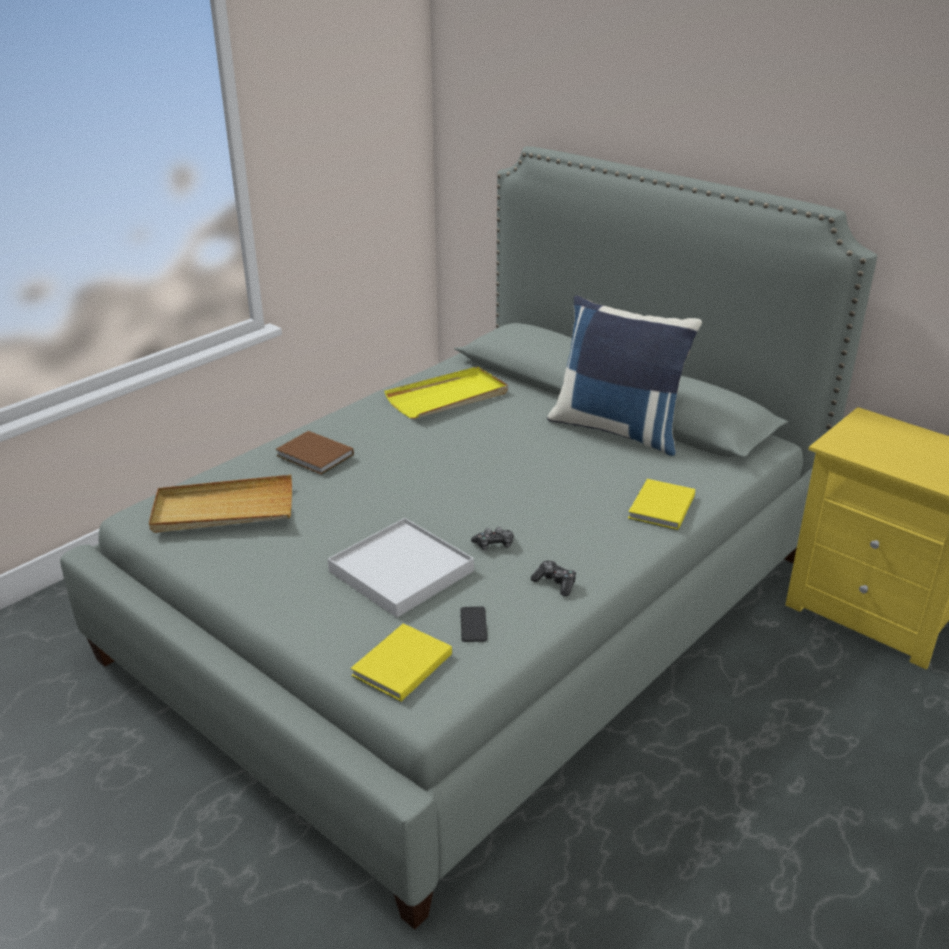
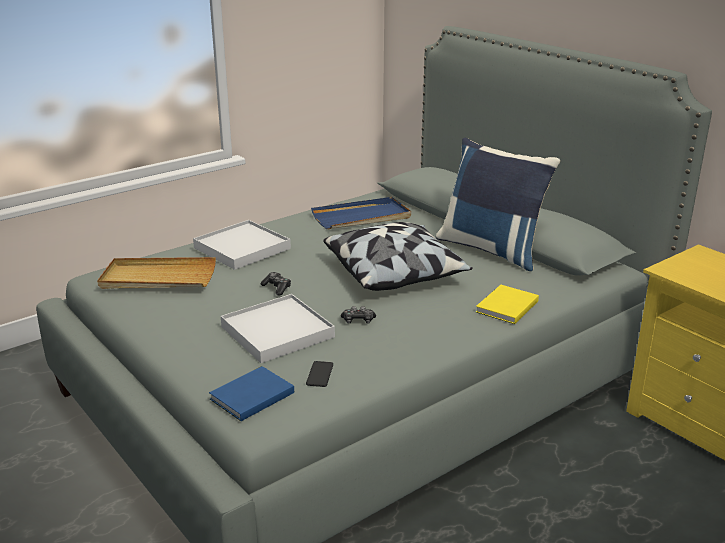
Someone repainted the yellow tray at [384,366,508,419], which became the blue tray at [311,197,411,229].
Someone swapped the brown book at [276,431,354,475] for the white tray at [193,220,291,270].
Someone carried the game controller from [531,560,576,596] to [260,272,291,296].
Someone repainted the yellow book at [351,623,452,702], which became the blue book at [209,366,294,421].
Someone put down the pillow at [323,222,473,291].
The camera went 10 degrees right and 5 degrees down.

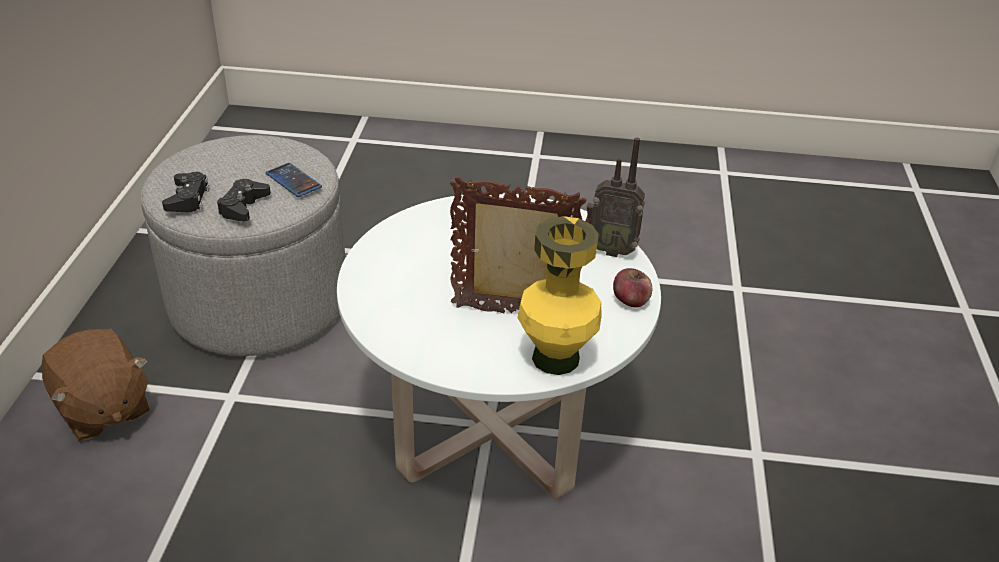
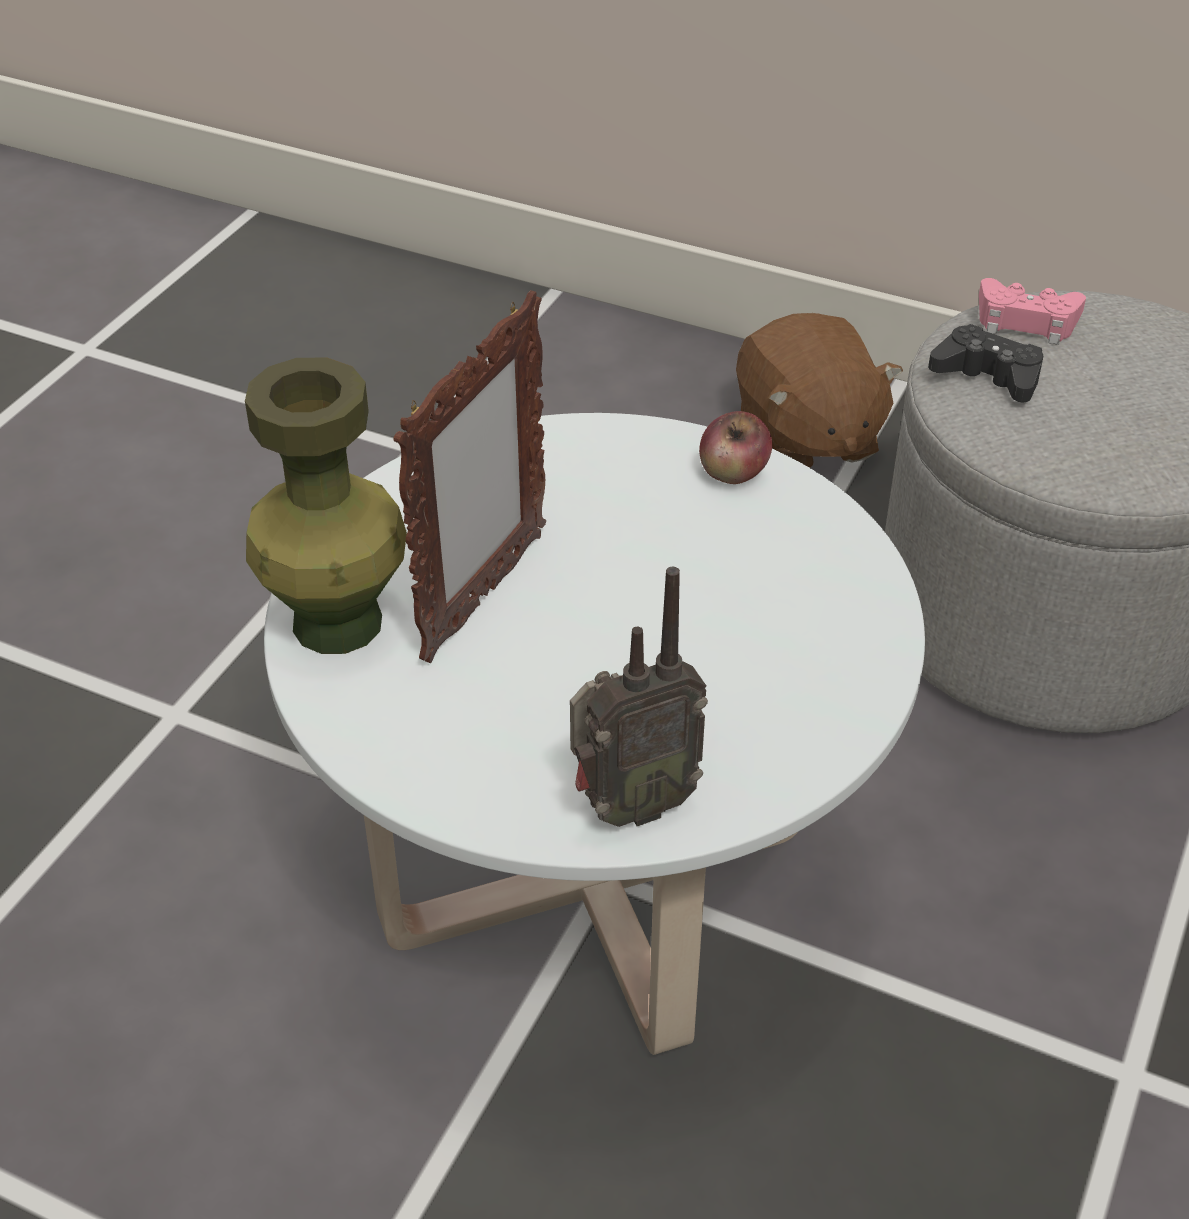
Someone rotated the radio at [585,137,645,257] by 150 degrees counterclockwise.
Someone took away the phone at [266,163,322,197].
Someone repainted the black game controller at [162,172,210,212], which became the pink game controller at [979,278,1086,345].
Someone repainted the yellow vase at [517,216,602,375], which became the green vase at [245,358,407,654].
Someone carried the apple from [613,268,652,308] to [699,411,772,484].
Someone rotated the brown plush toy at [42,329,150,441] by 90 degrees counterclockwise.
The camera went 110 degrees right and 5 degrees up.

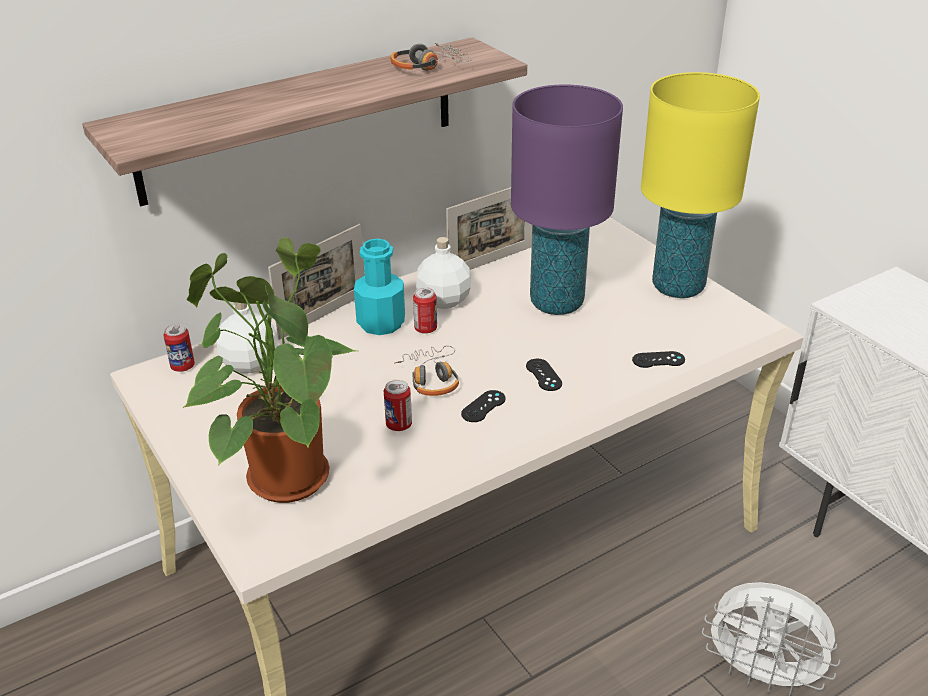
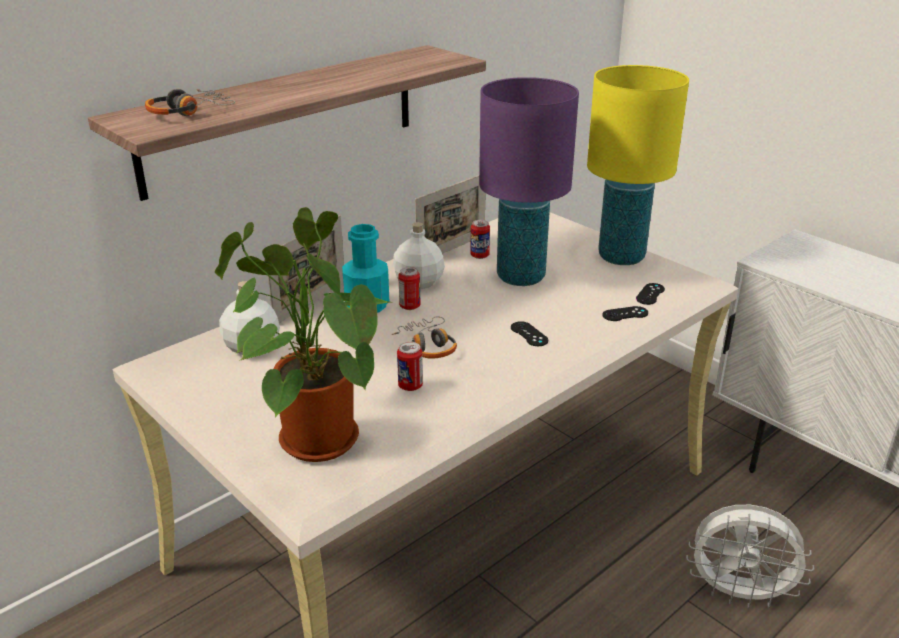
Someone carried the headphones from [390,43,472,71] to [145,89,235,116].
Someone carried the can from [163,324,195,372] to [470,220,490,259].
Someone carried the black game controller from [461,390,506,422] to [636,283,665,305].
The camera went 10 degrees left and 5 degrees down.

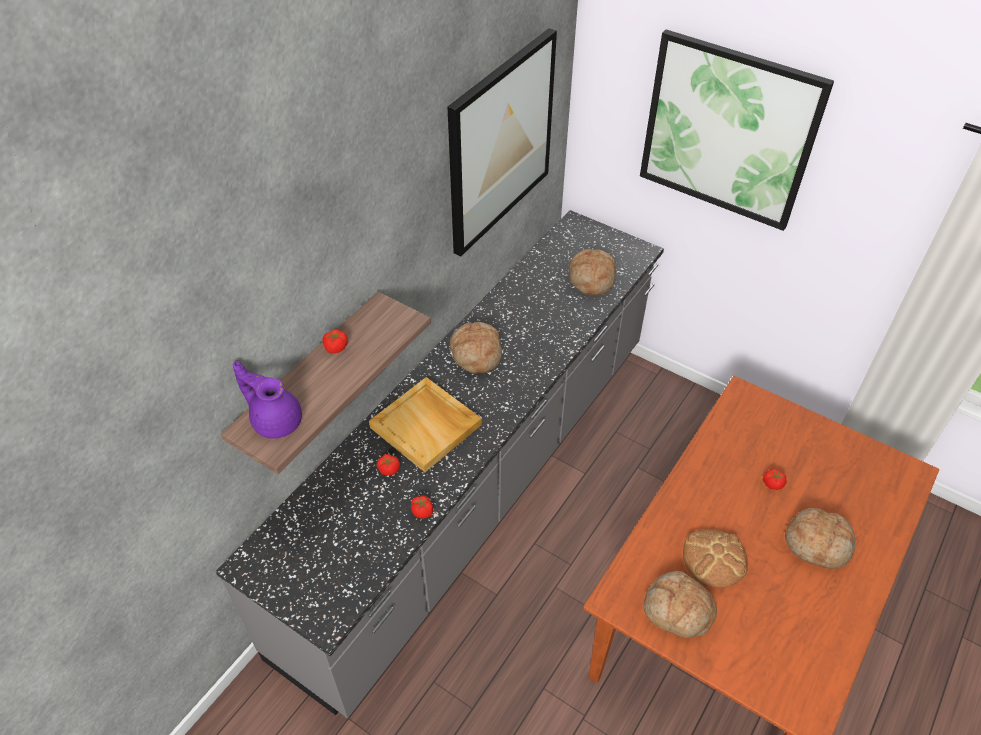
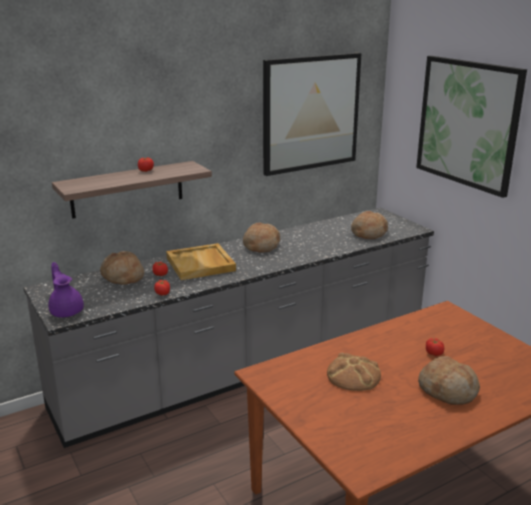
Someone carried the purple teapot from [233,361,302,439] to [48,262,84,317].
Someone carried the bread from [644,571,717,638] to [100,251,144,285].
The camera went 25 degrees right and 25 degrees down.

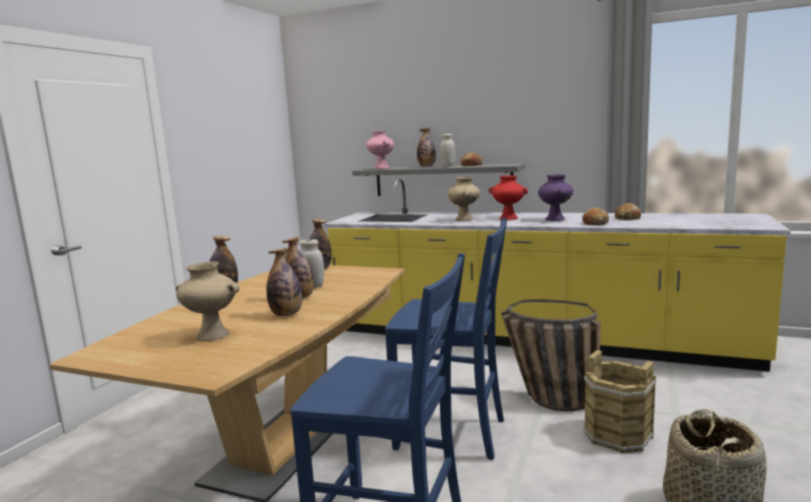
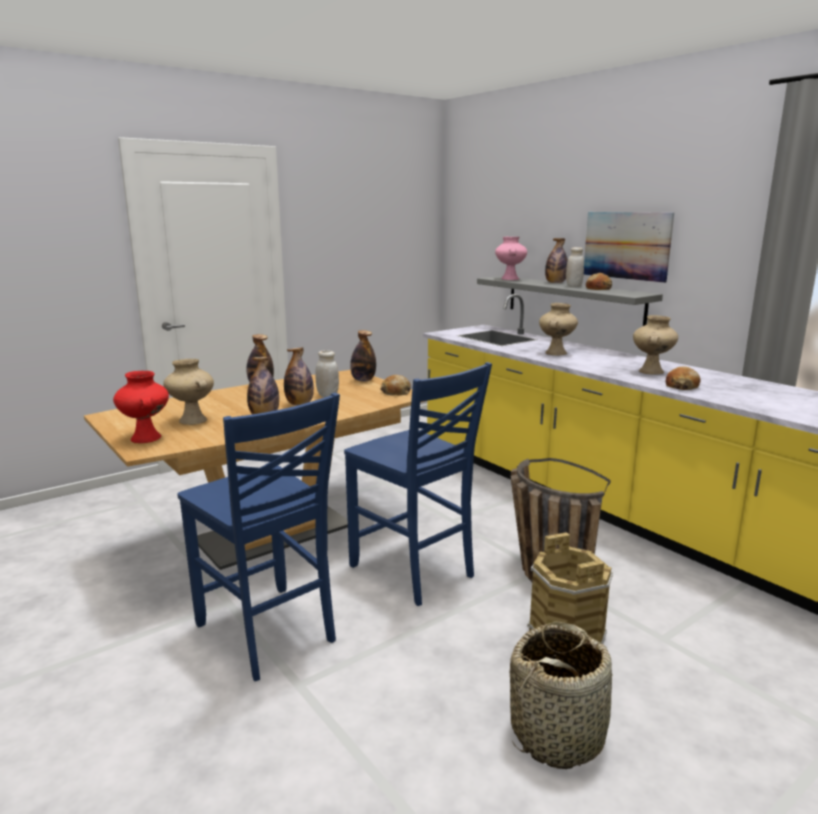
Someone repainted the purple vase at [538,174,573,221], which became the beige vase at [633,315,678,375].
Someone carried the red vase from [488,175,528,220] to [113,371,169,443].
Someone carried the bread from [615,203,641,220] to [380,375,411,395].
Someone put up the picture at [584,212,674,283].
The camera went 30 degrees right and 5 degrees up.

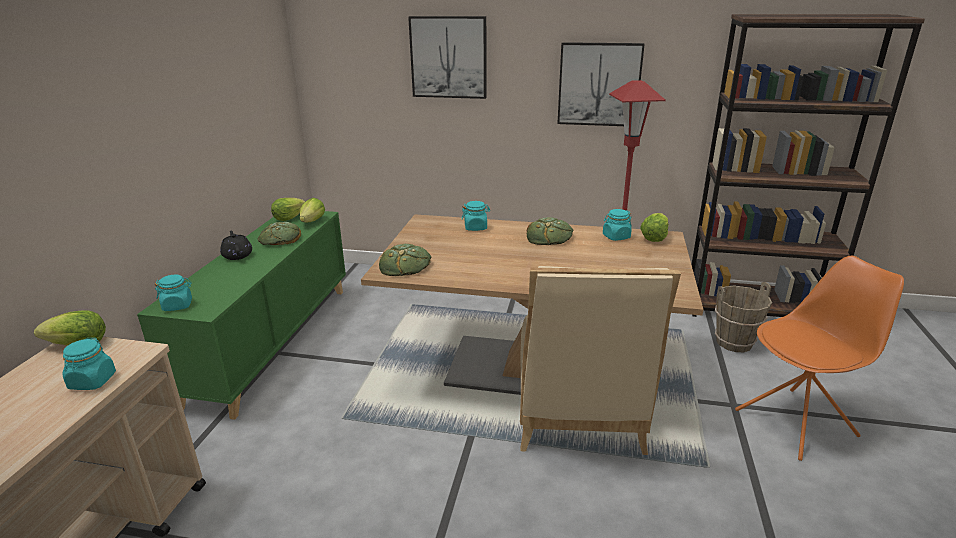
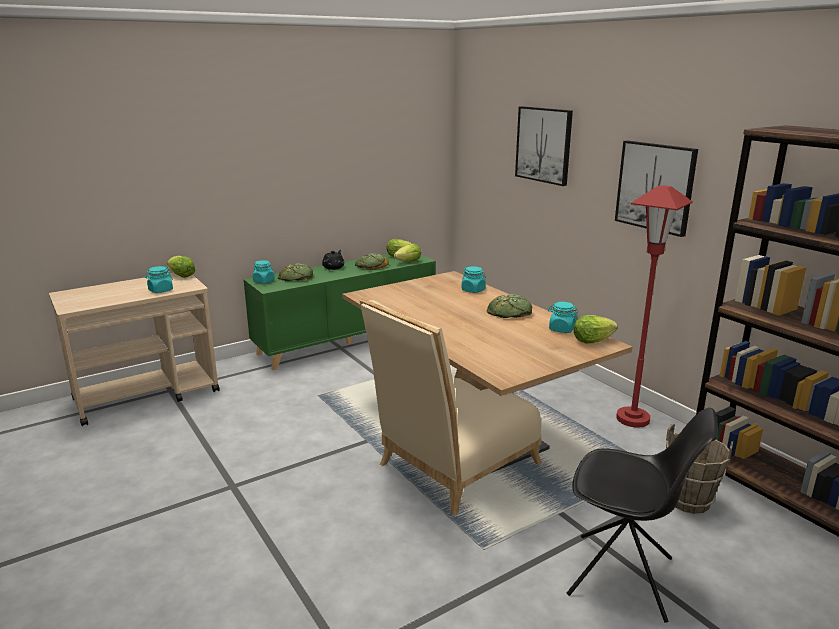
Someone carried the bread from [379,244,432,276] to [278,263,313,281].
Someone repainted the orange chair at [735,256,904,461], which became the black chair at [567,408,718,623].
The camera went 45 degrees right and 5 degrees down.

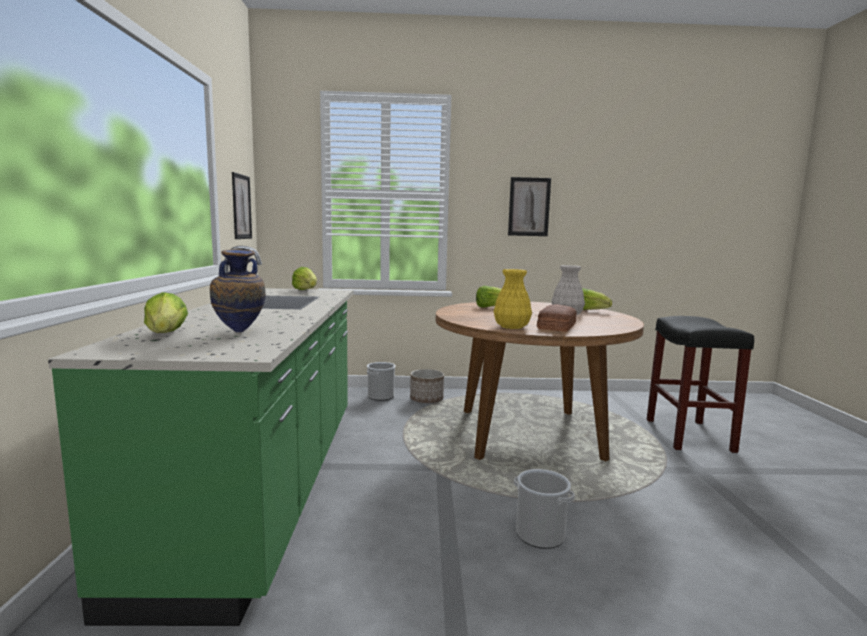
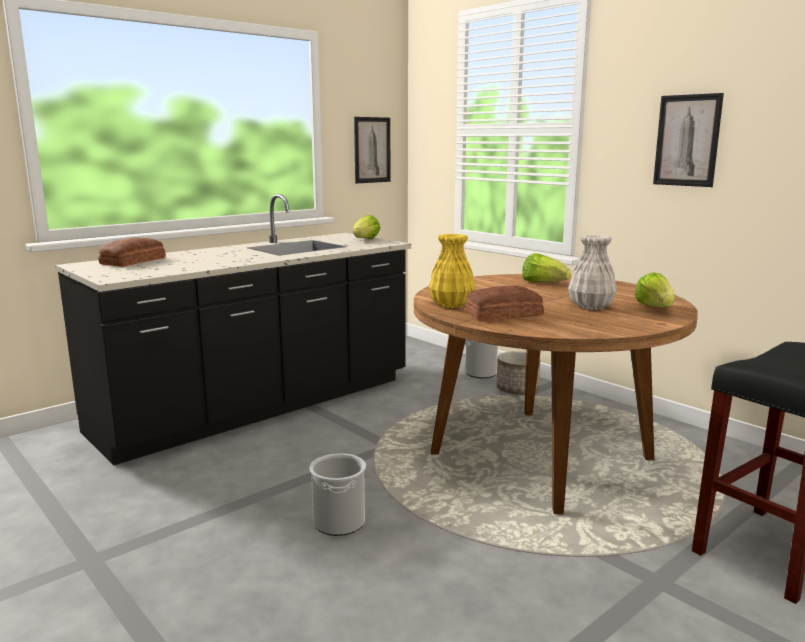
Someone repainted the green counter at [48,246,353,626], which became the black counter at [55,194,411,465].
Someone took away the vase at [210,249,266,332].
Someone swapped the lettuce at [144,292,188,333] for the bread at [98,238,166,267].
The camera went 50 degrees right and 5 degrees up.

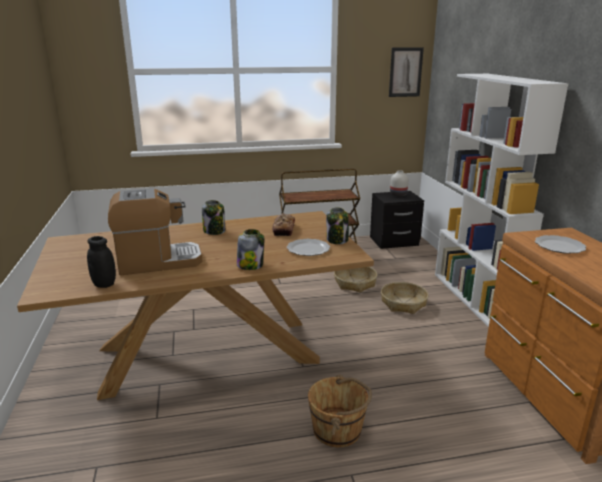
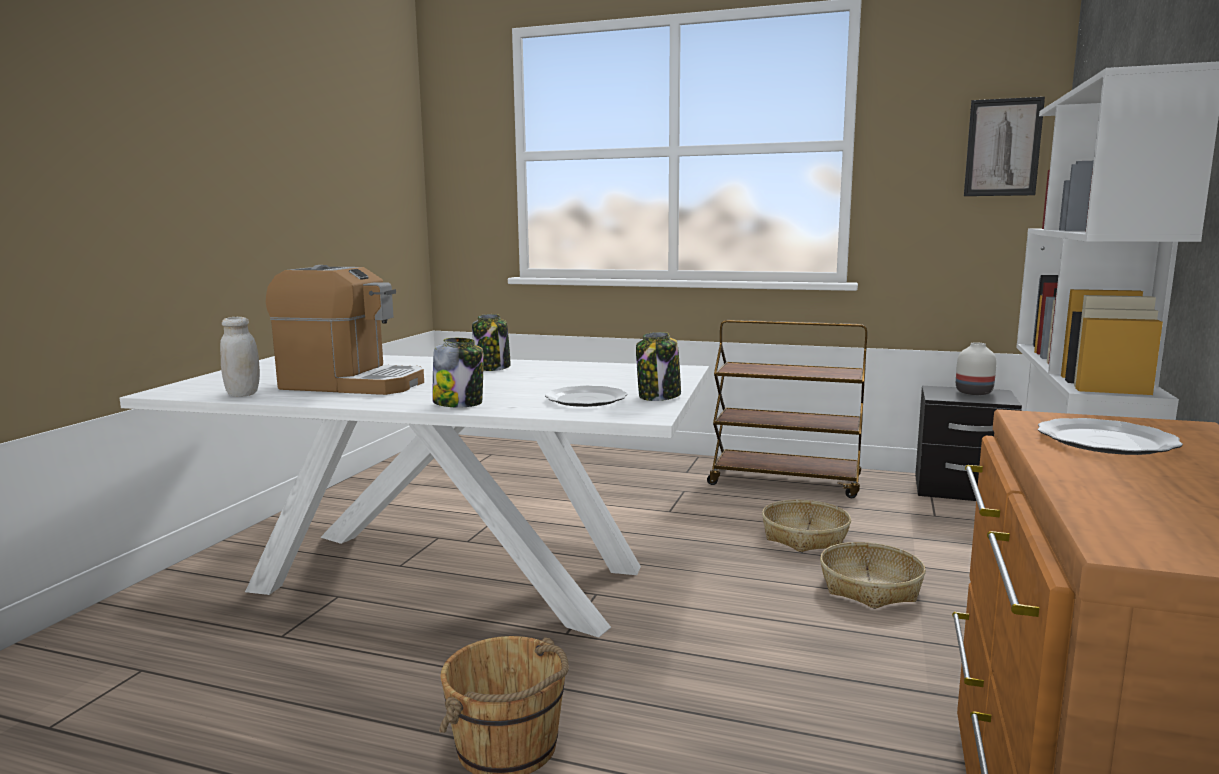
Someone repainted the brown dining table at [17,211,374,400], which became the white dining table at [120,355,709,637].
Someone took away the bread at [272,213,295,236].
Someone repainted the black jar at [87,236,116,288], which became the white jar at [220,317,260,397].
The camera went 30 degrees right and 10 degrees down.

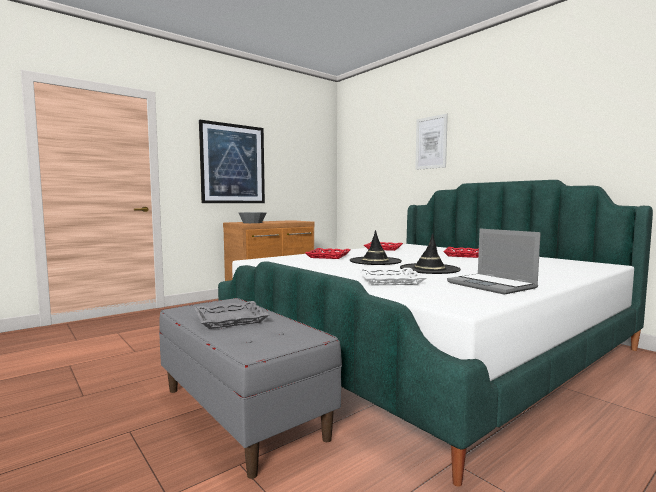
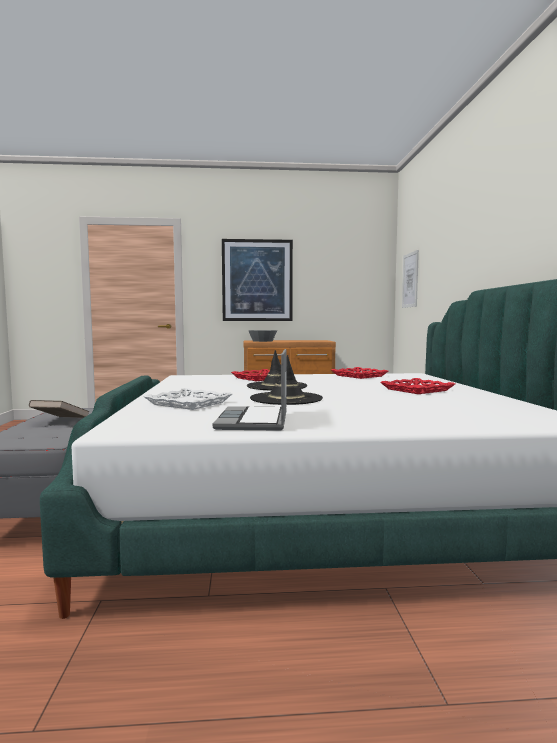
Someone carried the picture from [415,114,448,170] to [402,250,419,308].
Someone swapped the grey tray at [194,301,269,329] for the brown book at [29,400,90,418].
The camera went 35 degrees right and 0 degrees up.

